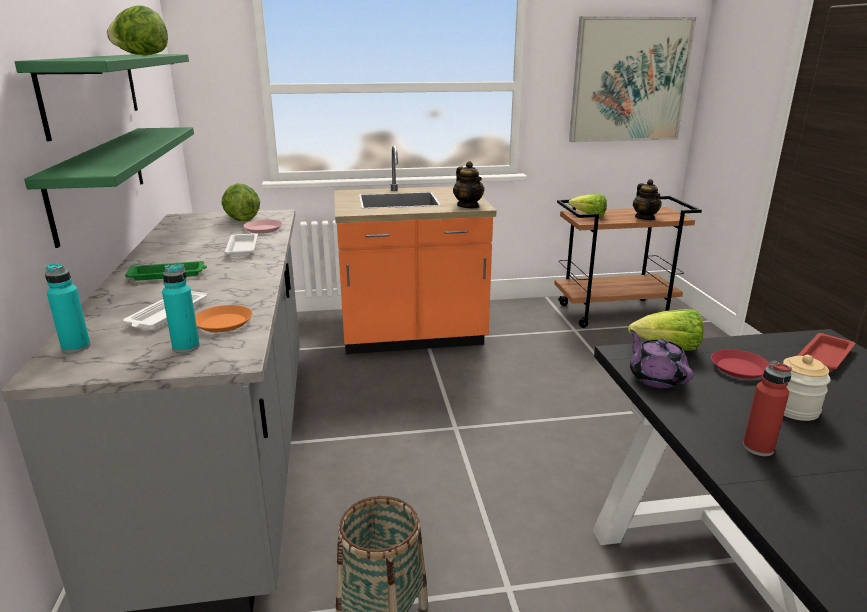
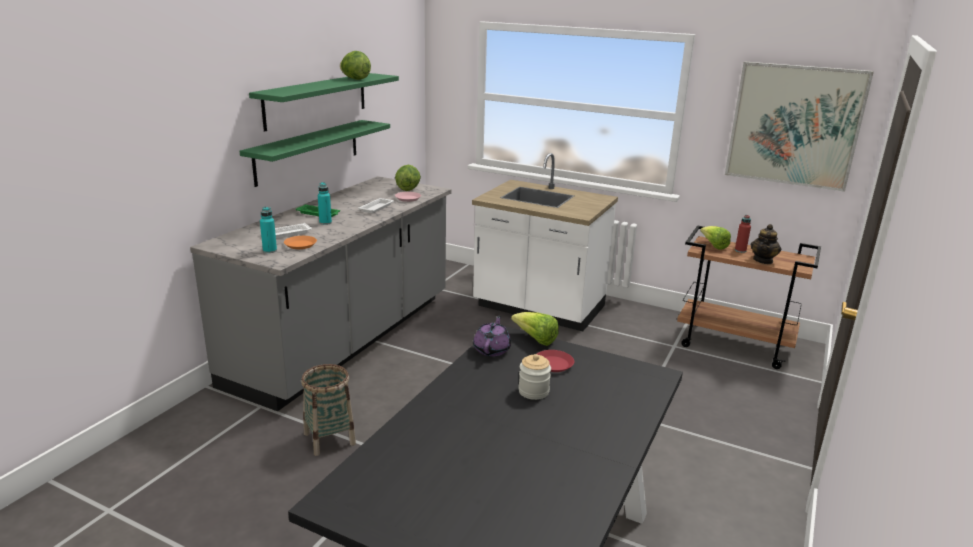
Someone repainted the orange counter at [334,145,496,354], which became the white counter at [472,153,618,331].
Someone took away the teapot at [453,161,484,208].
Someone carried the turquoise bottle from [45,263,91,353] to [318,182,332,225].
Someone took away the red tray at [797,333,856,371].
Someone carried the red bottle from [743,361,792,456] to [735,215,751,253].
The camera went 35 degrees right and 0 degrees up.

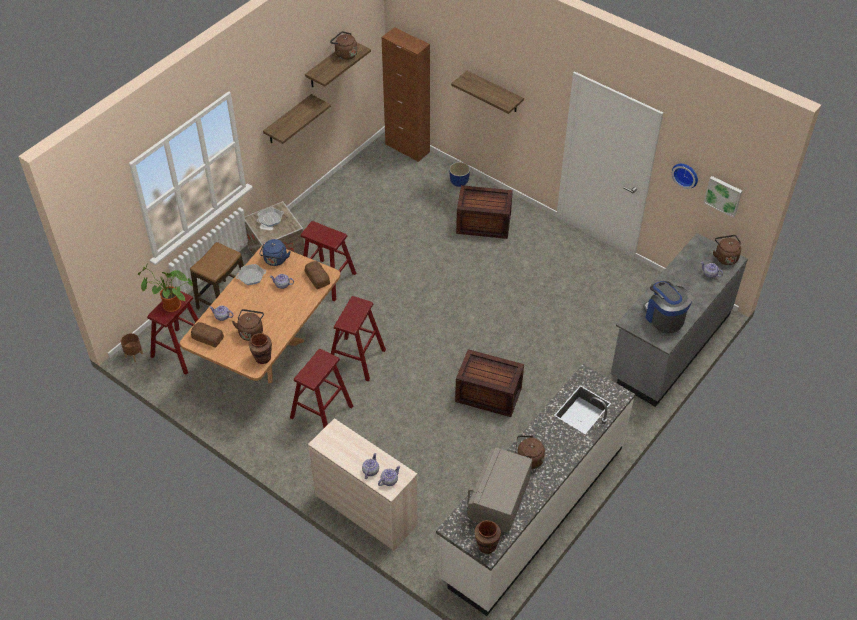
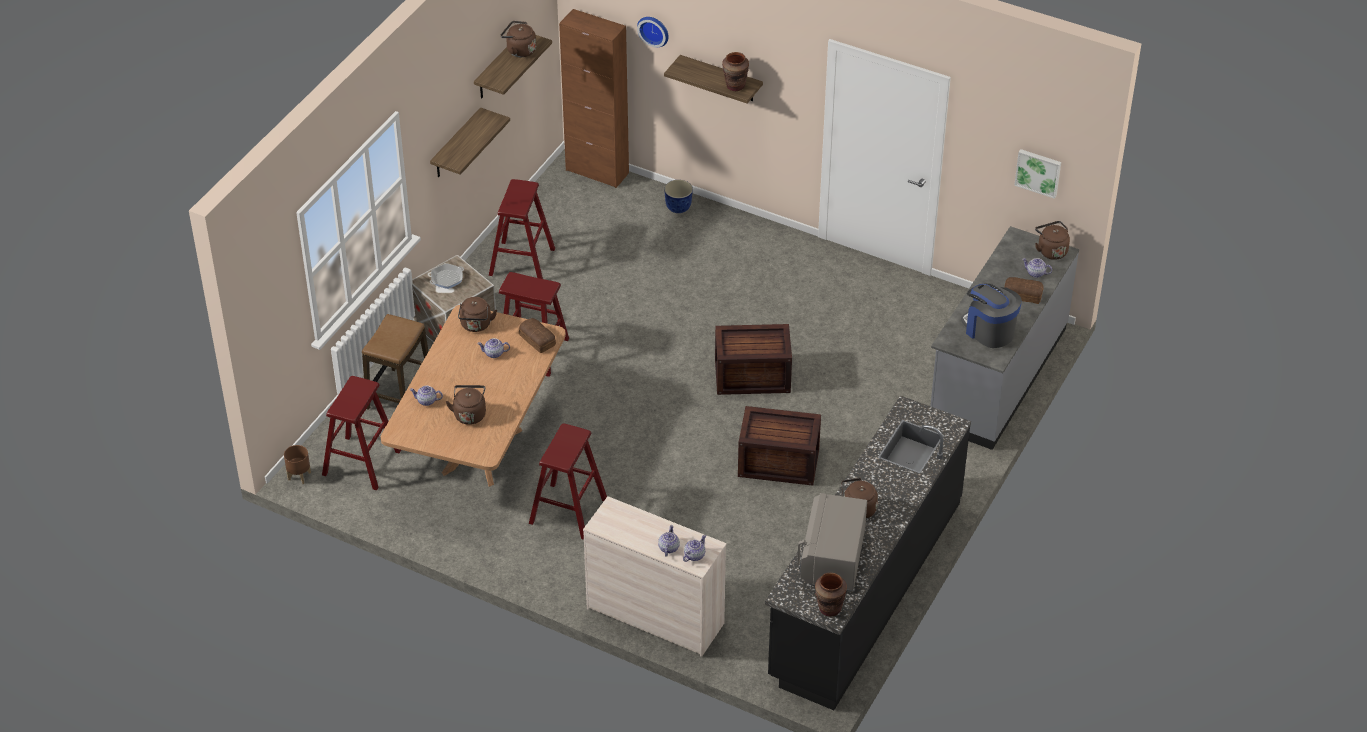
Someone carried the wall clock from [672,164,698,189] to [637,17,669,48].
Someone carried the crate from [456,185,513,239] to [715,324,792,395].
Someone repainted the blue kettle at [259,239,291,266], which became the brown kettle at [458,297,497,332].
Someone took away the potted plant at [138,264,193,312].
Someone took away the frying pan at [236,264,266,285].
Someone carried the red stool from [331,296,386,382] to [489,179,555,279].
Someone carried the bread from [191,322,224,347] to [1005,277,1044,304].
Someone carried the brown vase from [248,333,272,364] to [722,52,749,91].
Someone repainted the white counter at [436,364,635,616], which became the black counter at [765,395,971,710].
The camera went 10 degrees left and 5 degrees down.

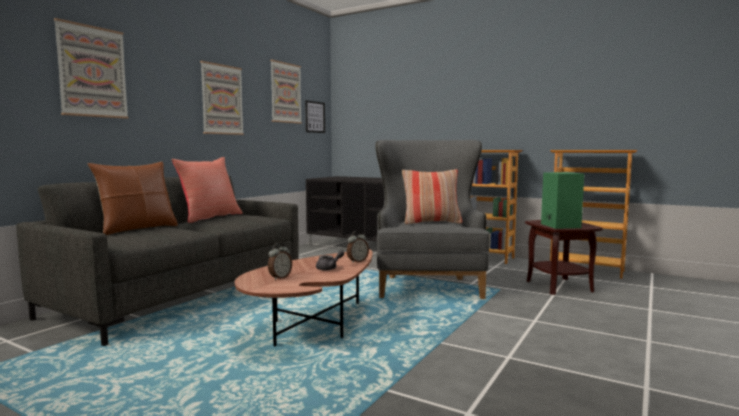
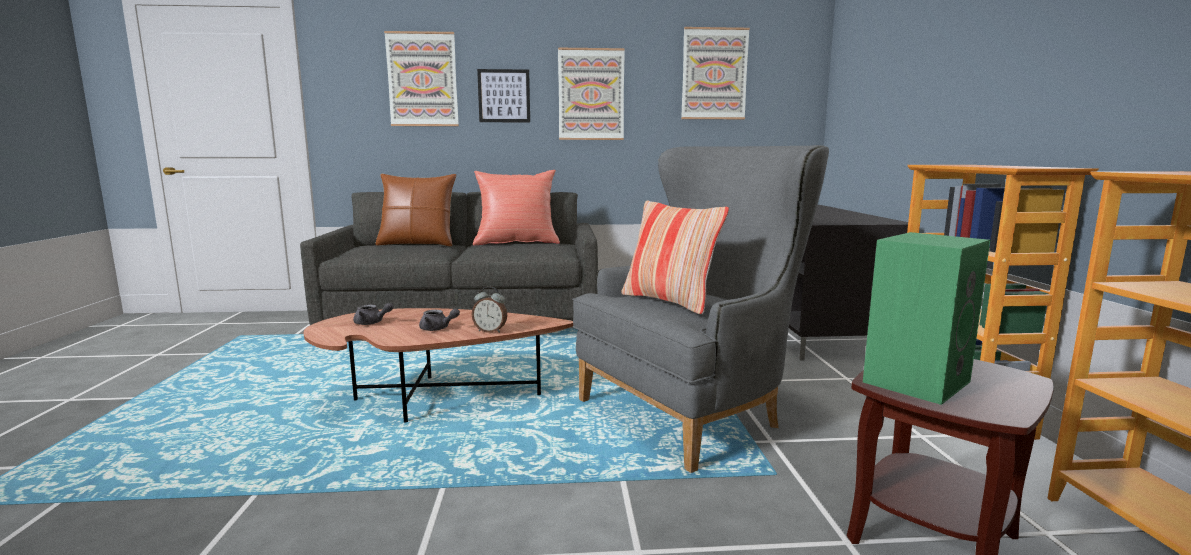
Someone carried the picture from [305,100,325,133] to [477,69,530,122].
Someone swapped the alarm clock at [268,243,292,280] for the grey teapot at [353,302,394,325].
The camera went 55 degrees right and 5 degrees up.

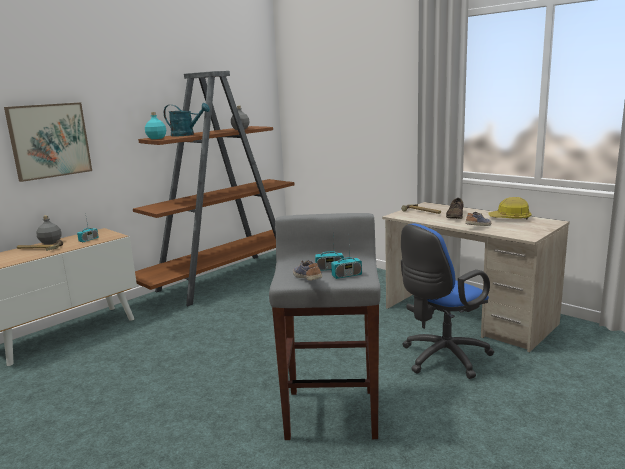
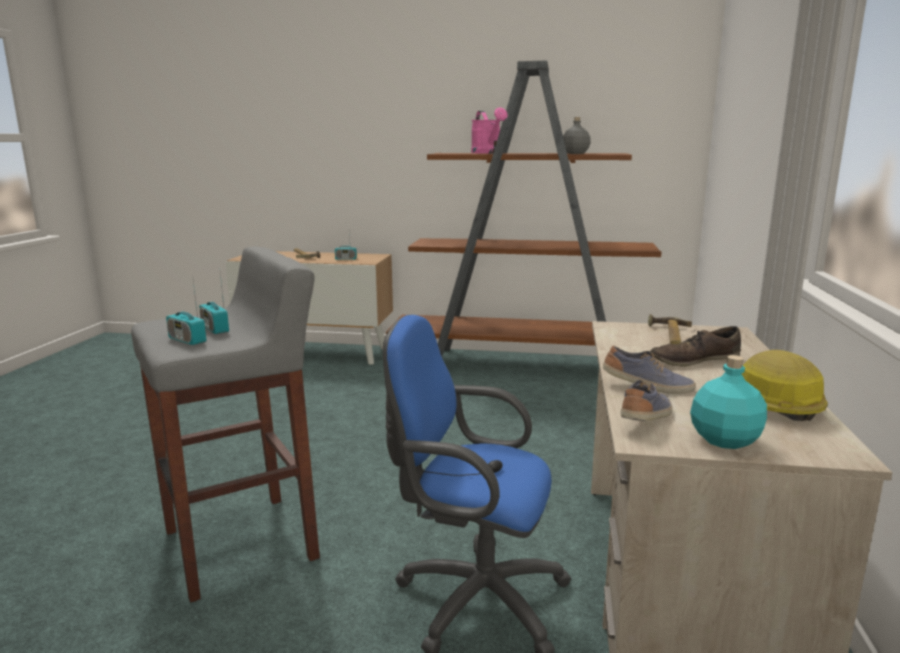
Someone took away the picture at [4,102,92,182].
Someone repainted the turquoise watering can at [164,103,210,136], which became the pink watering can at [471,107,508,153].
Someone carried the turquoise bottle from [145,112,166,139] to [690,355,767,449].
Someone took away the grey bottle at [37,215,62,245].
Someone carried the shoe from [293,260,322,281] to [621,380,673,421].
The camera went 55 degrees right and 0 degrees up.

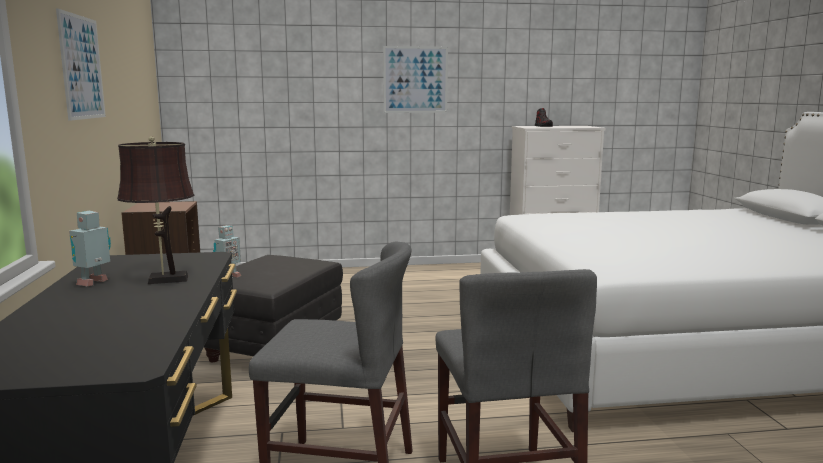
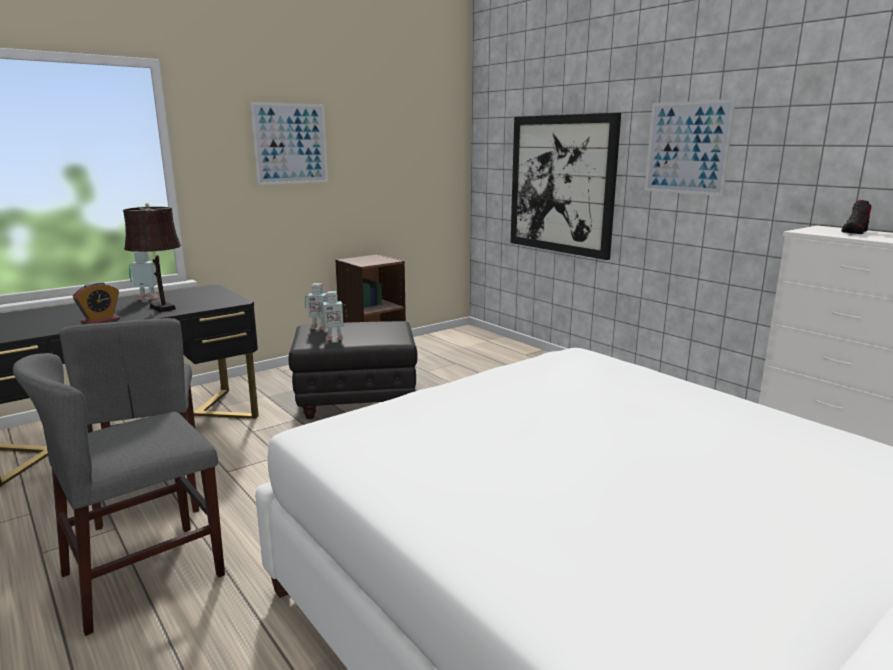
Someone put up the picture at [511,113,621,260].
Someone put down the alarm clock at [73,282,120,324].
Someone put down the toy robot at [318,291,347,340].
The camera went 60 degrees right and 5 degrees up.

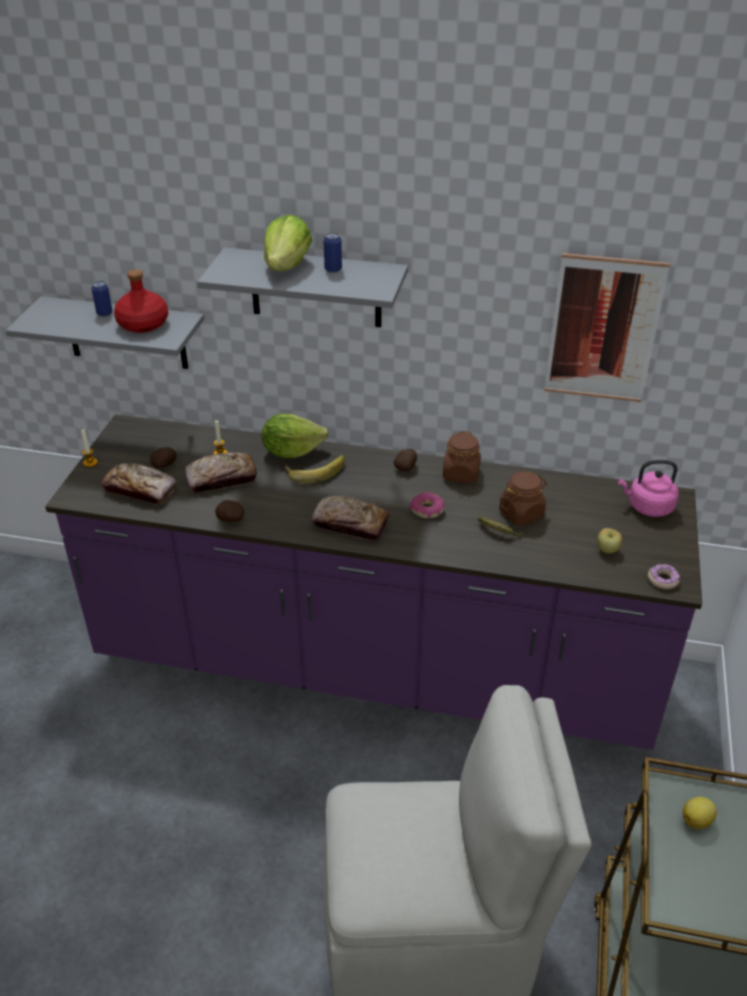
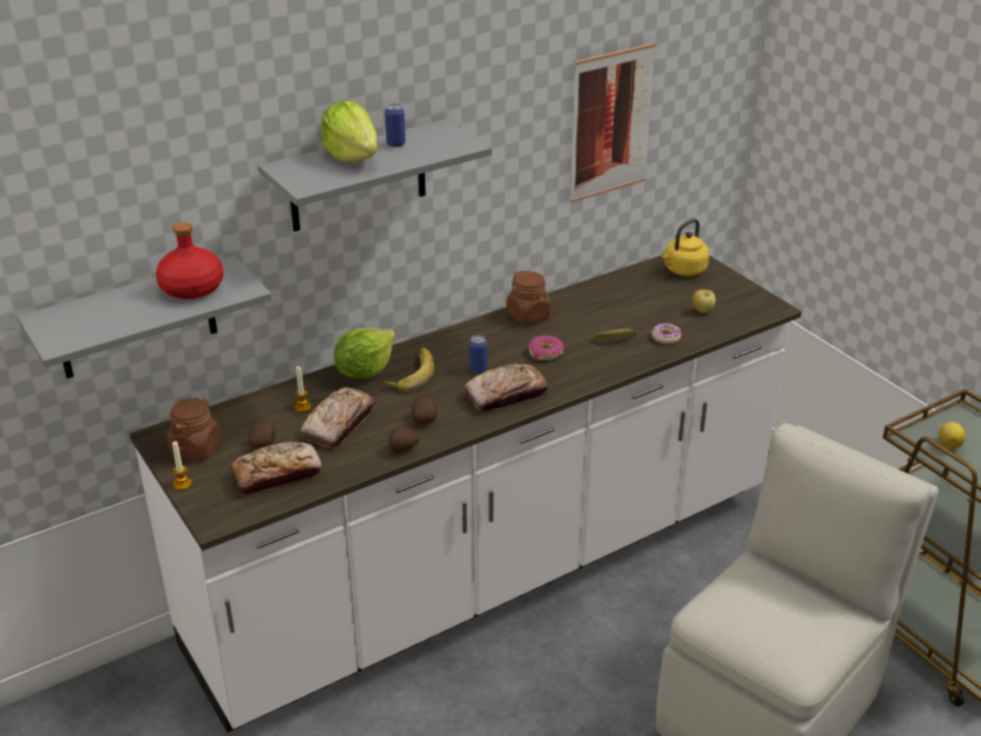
Someone carried the can from [91,280,112,317] to [469,335,487,374].
Someone repainted the purple counter at [45,415,702,750], which became the white counter at [129,255,801,733].
Someone carried the potato from [393,449,417,471] to [411,395,437,424].
Someone repainted the pink kettle at [618,460,679,517], which became the yellow kettle at [661,219,709,276].
Someone carried the brown jar from [499,471,547,526] to [167,397,222,460].
Someone carried the donut from [648,564,680,589] to [652,323,681,344].
The camera went 45 degrees left and 5 degrees down.

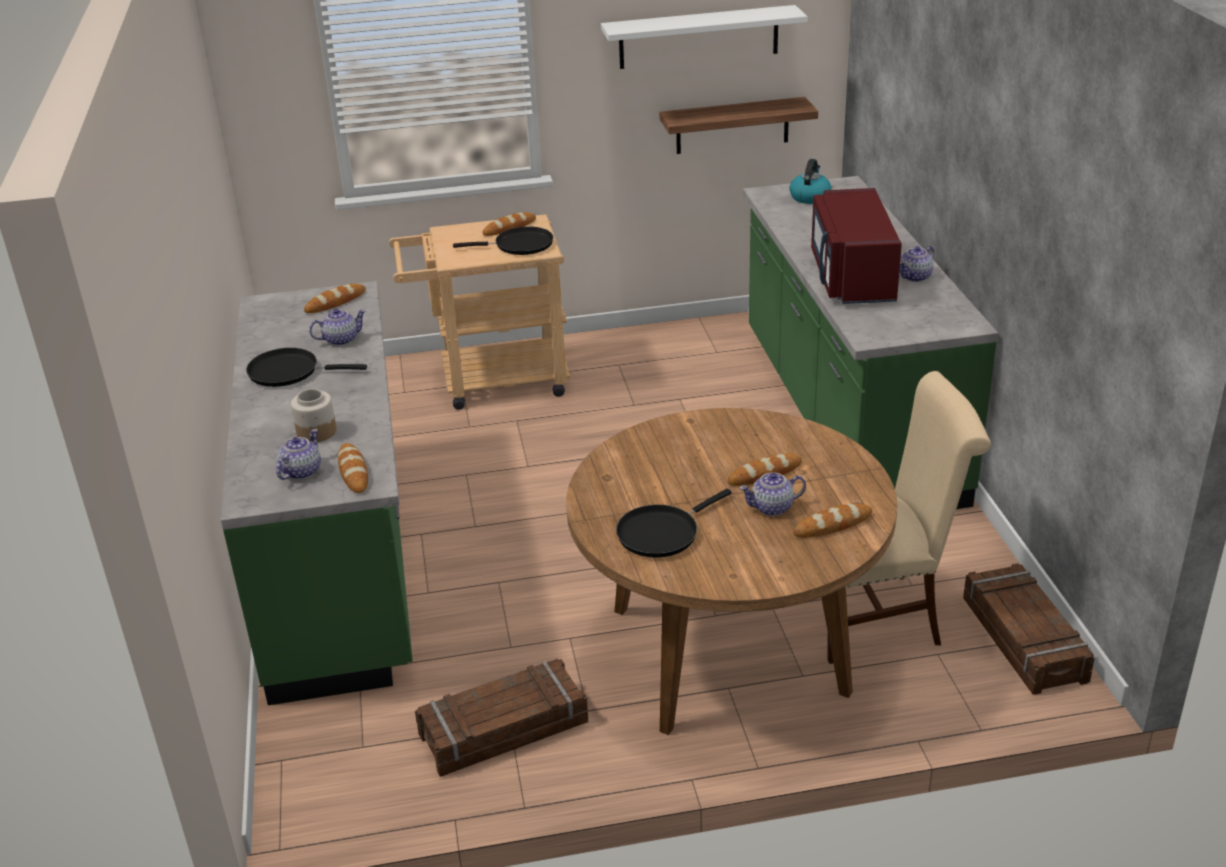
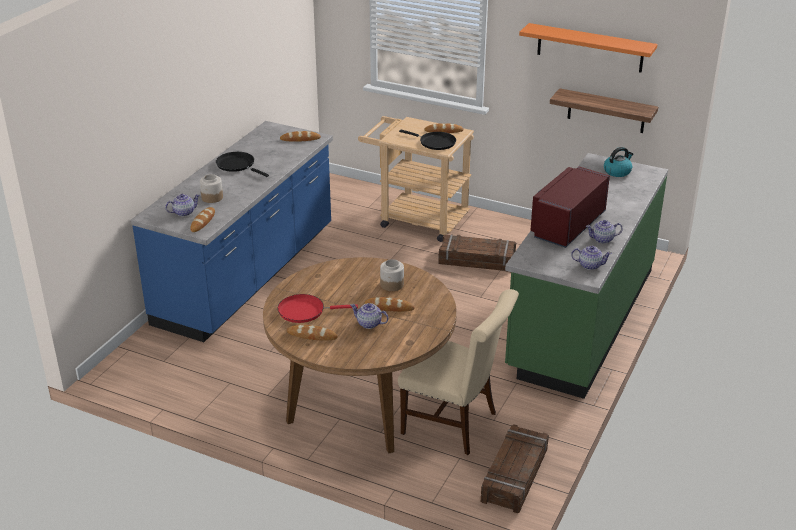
Someone repainted the white shelf at [601,5,808,69], which became the orange shelf at [519,23,658,73].
Someone repainted the green counter at [221,281,413,705], which became the blue counter at [131,121,333,342].
Someone carried the teapot from [309,309,366,346] to [571,246,612,270].
Someone repainted the black frying pan at [616,489,732,558], which became the red frying pan at [278,294,358,323].
Someone carried the bread from [793,503,872,538] to [287,325,338,341].
Someone carried the crate from [415,659,588,777] to [438,235,516,271].
Someone put down the jar at [380,259,404,291].
The camera went 35 degrees right and 0 degrees up.

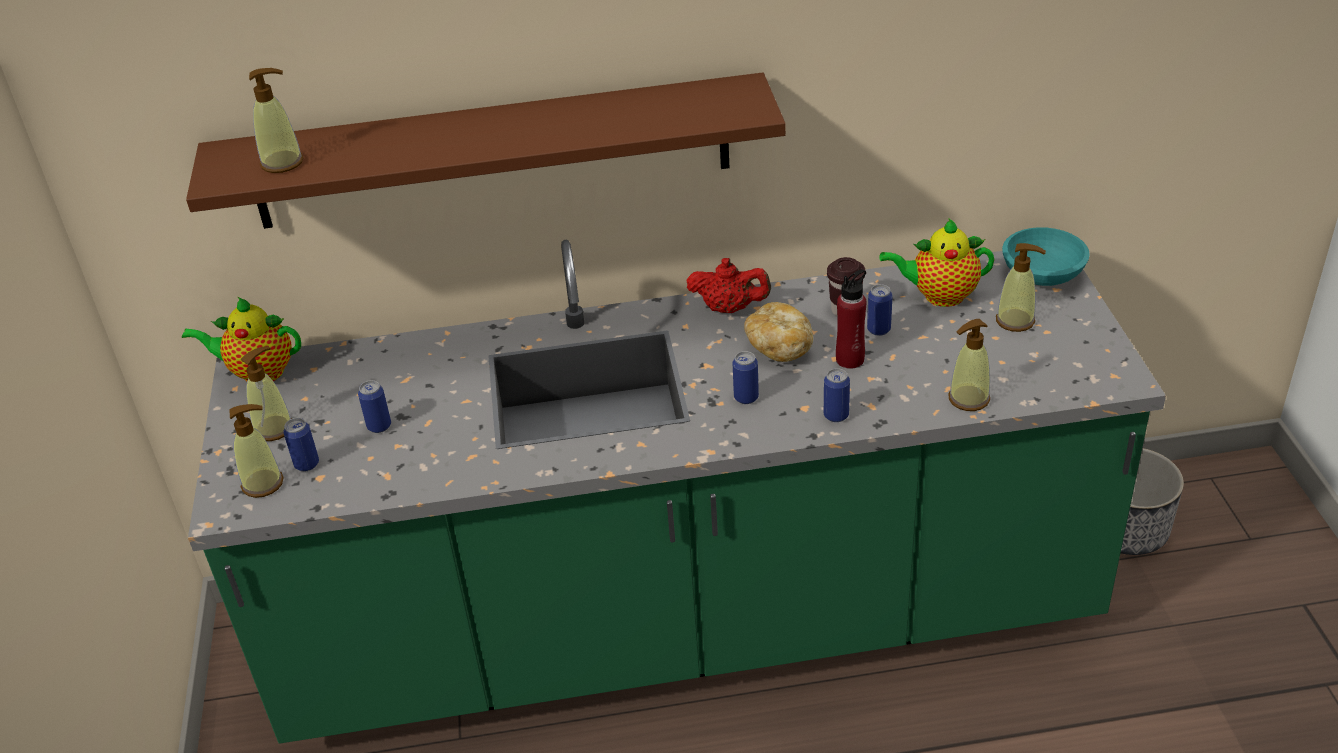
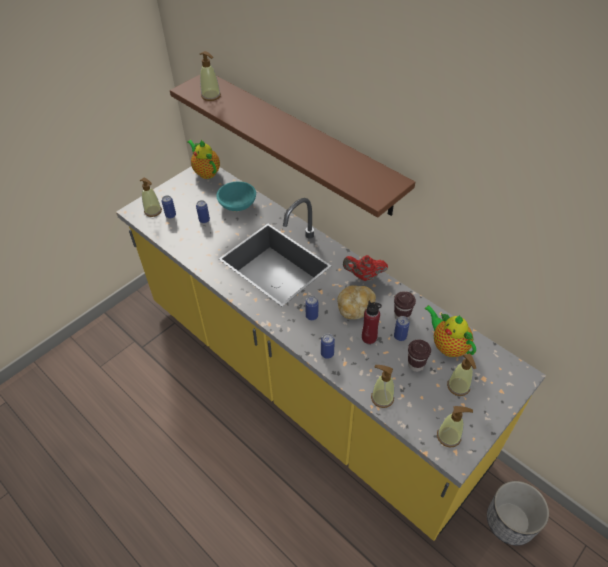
Someone carried the turquoise bowl from [1002,227,1090,286] to [216,181,256,211].
Someone repainted the green counter at [188,240,1166,744], which became the yellow counter at [116,166,546,541].
Someone rotated the red teapot at [686,258,771,313] by 120 degrees clockwise.
Someone carried the soap dispenser from [240,346,292,441] to [437,406,473,448].
Someone put down the brown cup at [408,339,431,372].
The camera went 50 degrees right and 10 degrees up.

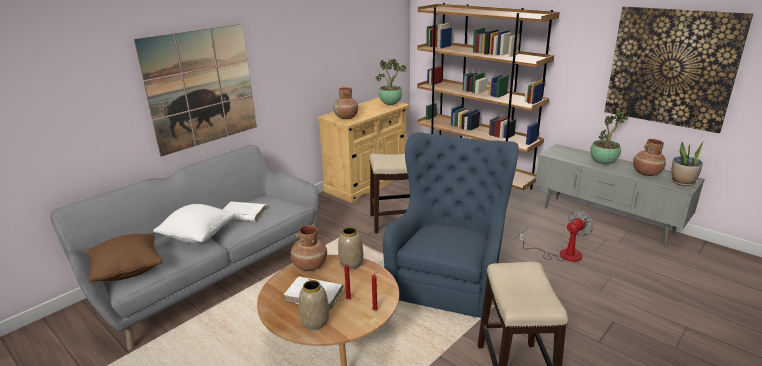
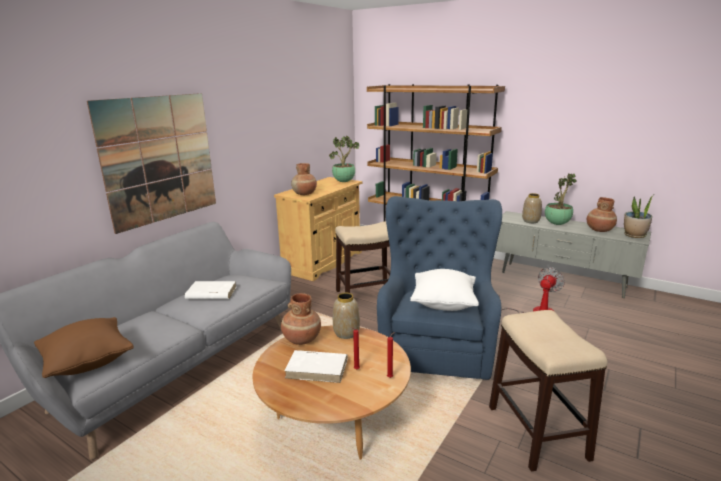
Someone took away the picture at [604,7,753,133].
Someone carried the white pillow from [153,204,235,244] to [410,269,479,311].
Someone carried the vase from [299,280,329,330] to [522,193,542,223].
The camera went 10 degrees left and 5 degrees down.

